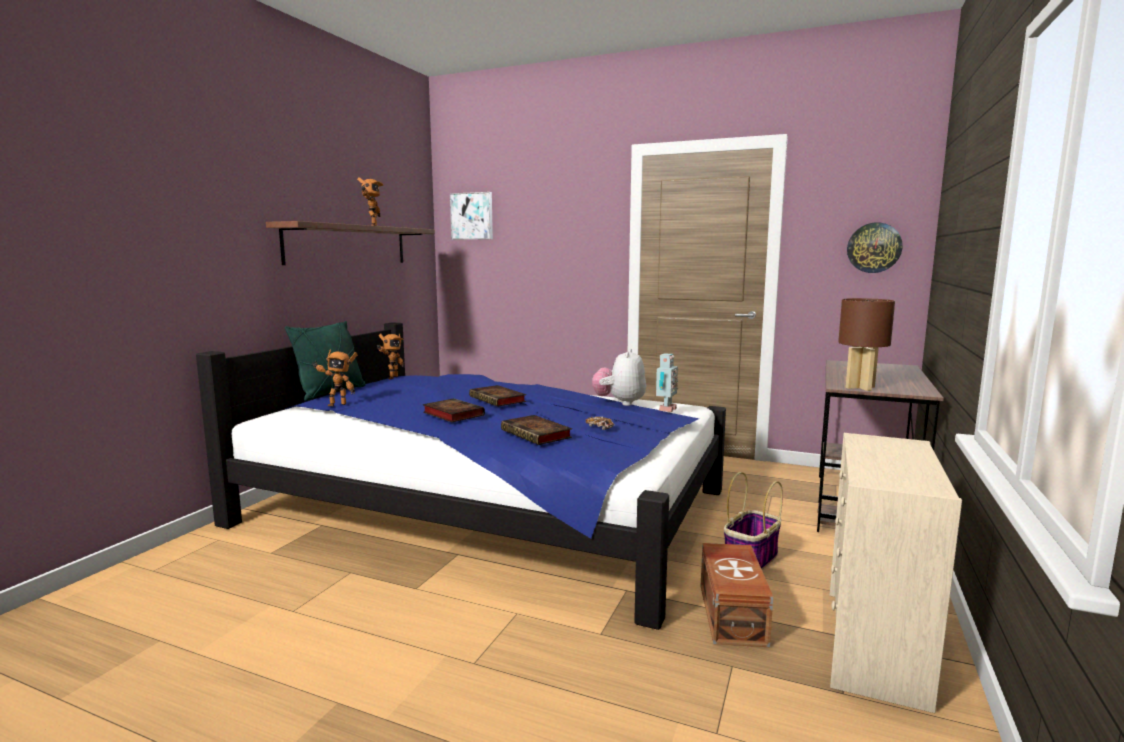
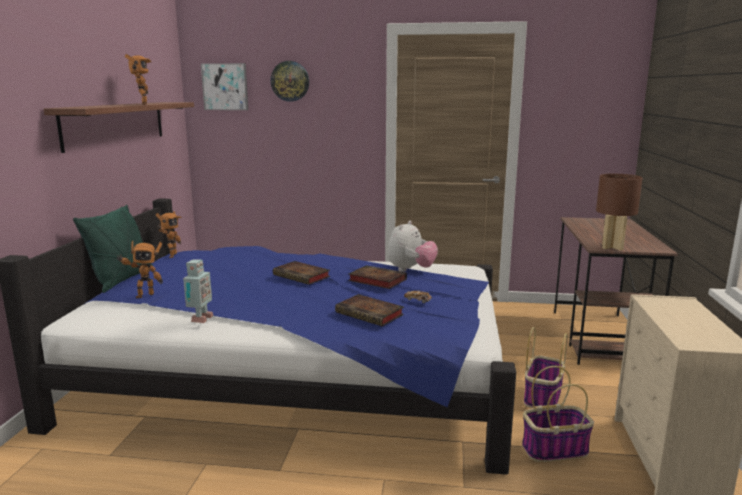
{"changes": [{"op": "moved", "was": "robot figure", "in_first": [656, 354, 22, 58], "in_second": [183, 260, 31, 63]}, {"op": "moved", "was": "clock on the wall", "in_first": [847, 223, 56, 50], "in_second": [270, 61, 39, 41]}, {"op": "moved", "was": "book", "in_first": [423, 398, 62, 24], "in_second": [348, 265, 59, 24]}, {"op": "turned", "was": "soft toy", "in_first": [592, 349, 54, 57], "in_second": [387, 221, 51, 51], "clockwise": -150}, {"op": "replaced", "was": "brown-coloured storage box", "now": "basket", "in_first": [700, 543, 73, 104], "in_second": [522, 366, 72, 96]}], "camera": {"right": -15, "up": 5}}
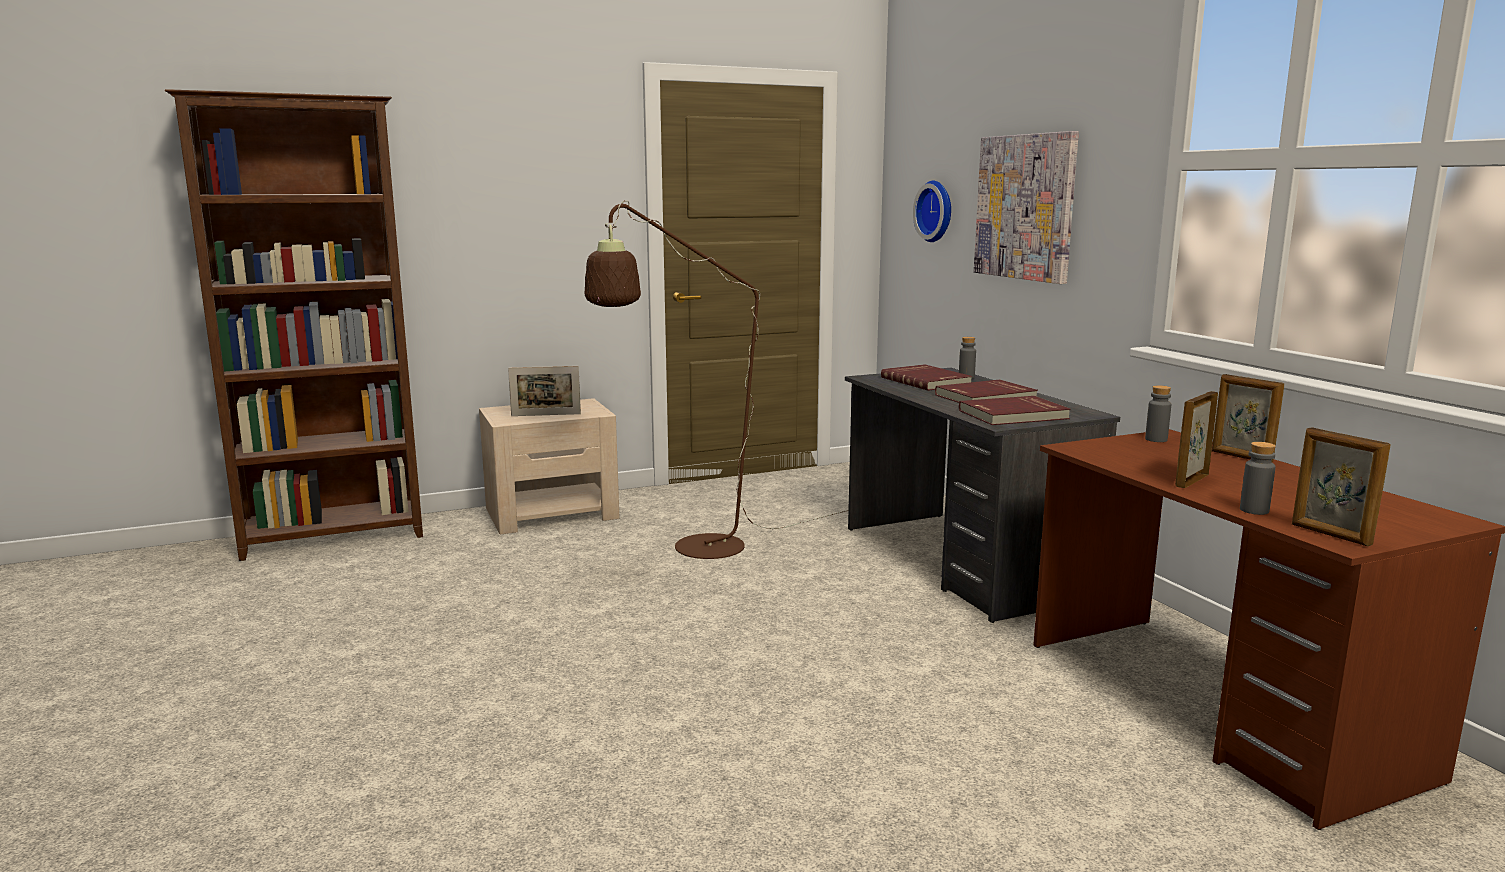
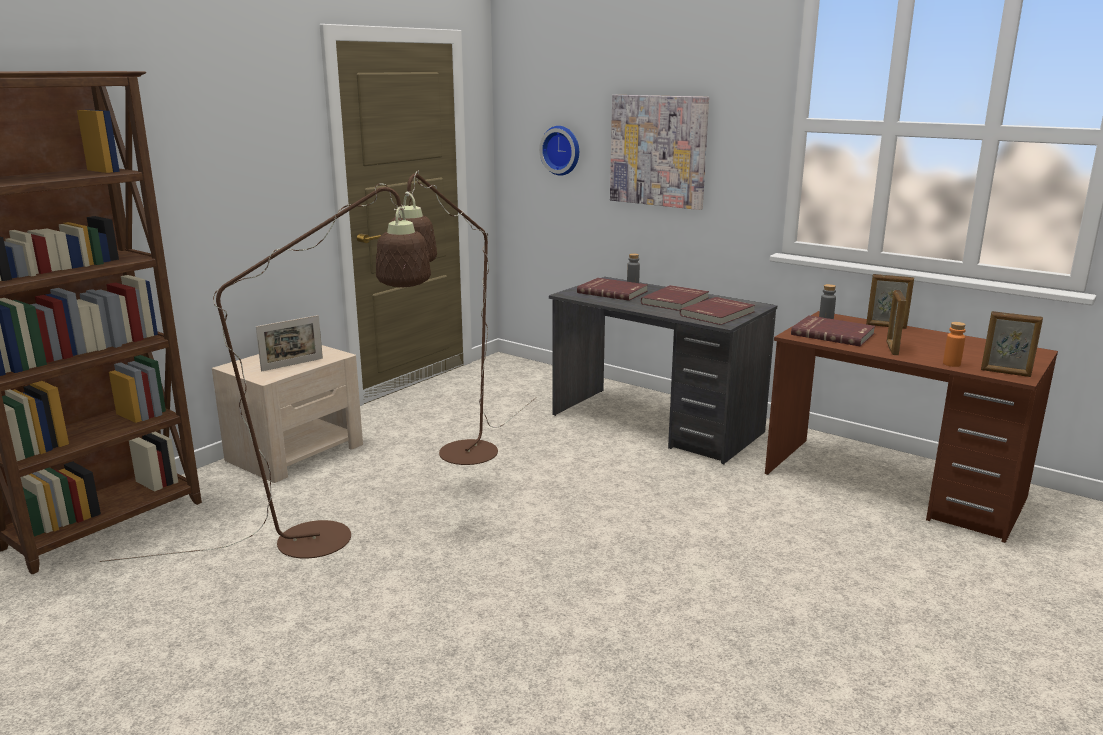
{"changes": [{"op": "added", "now": "brown-coloured standard lamp", "in_second": [100, 183, 331, 379]}, {"op": "added", "now": "red book", "in_second": [791, 315, 84, 31]}, {"op": "recoloured", "was": "grey beverage bottle", "now": "orange-coloured beverage bottle", "in_first": [1240, 442, 36, 73], "in_second": [943, 322, 23, 45]}], "camera": {"right": -30, "up": 5}}
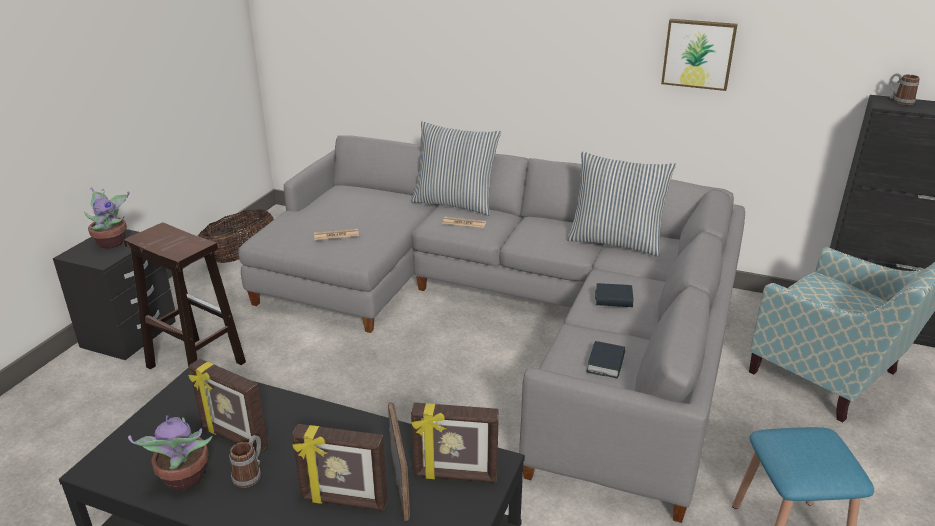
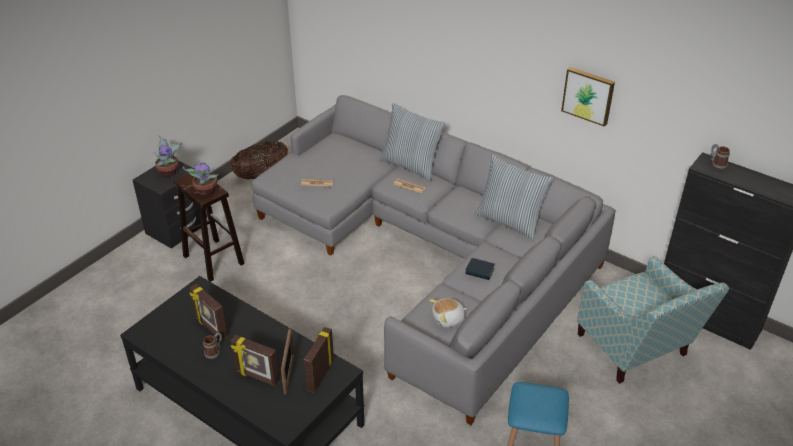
{"changes": [{"op": "moved", "was": "plant in a pot", "in_first": [128, 415, 84, 76], "in_second": [183, 160, 36, 36]}, {"op": "turned", "was": "photo frame", "in_first": [411, 402, 88, 81], "in_second": [304, 327, 30, 66], "clockwise": 90}, {"op": "replaced", "was": "book", "now": "soft toy", "in_first": [586, 341, 39, 37], "in_second": [429, 298, 38, 30]}], "camera": {"right": 15, "up": 10}}
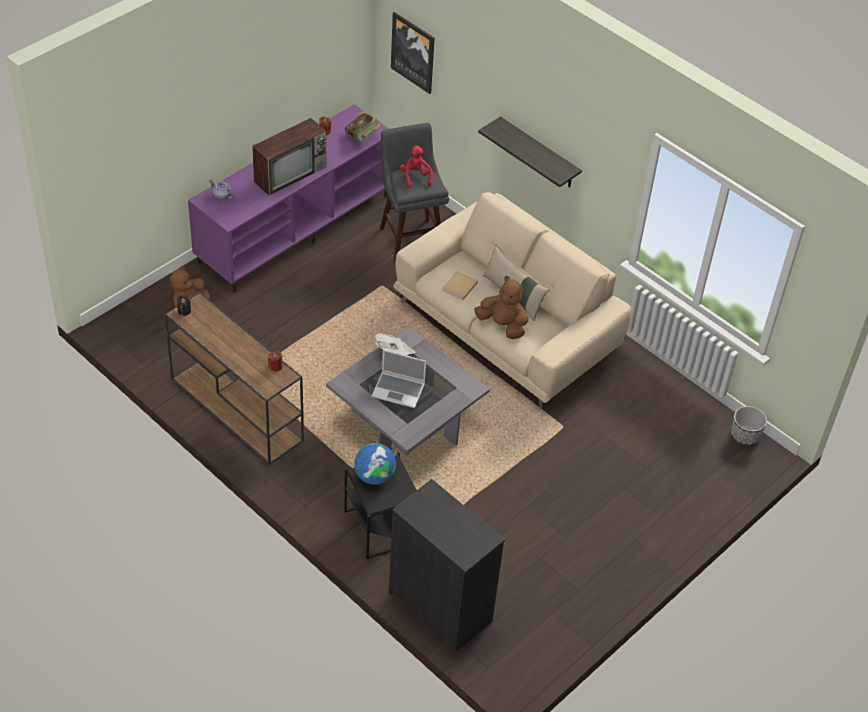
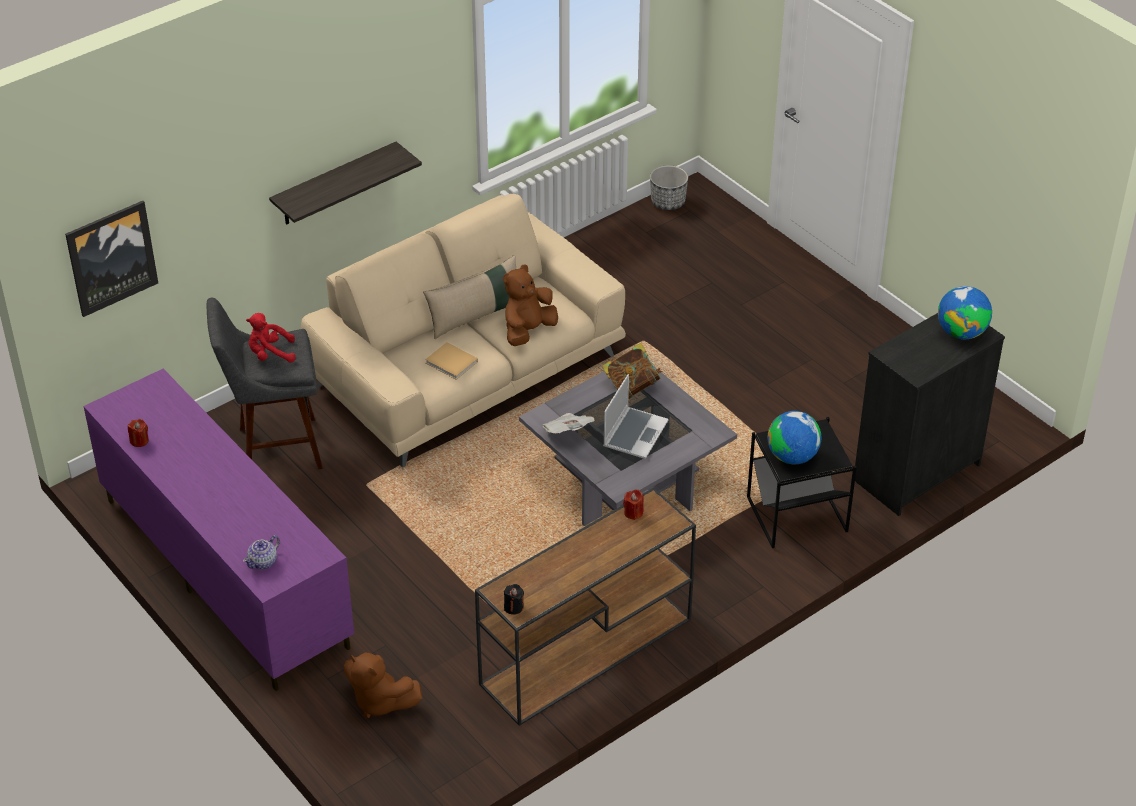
{"changes": [{"op": "moved", "was": "book", "in_first": [345, 111, 37, 30], "in_second": [602, 343, 60, 56]}, {"op": "added", "now": "globe", "in_second": [938, 286, 54, 53]}, {"op": "removed", "was": "TV", "in_first": [252, 118, 75, 78]}], "camera": {"right": -80, "up": -5}}
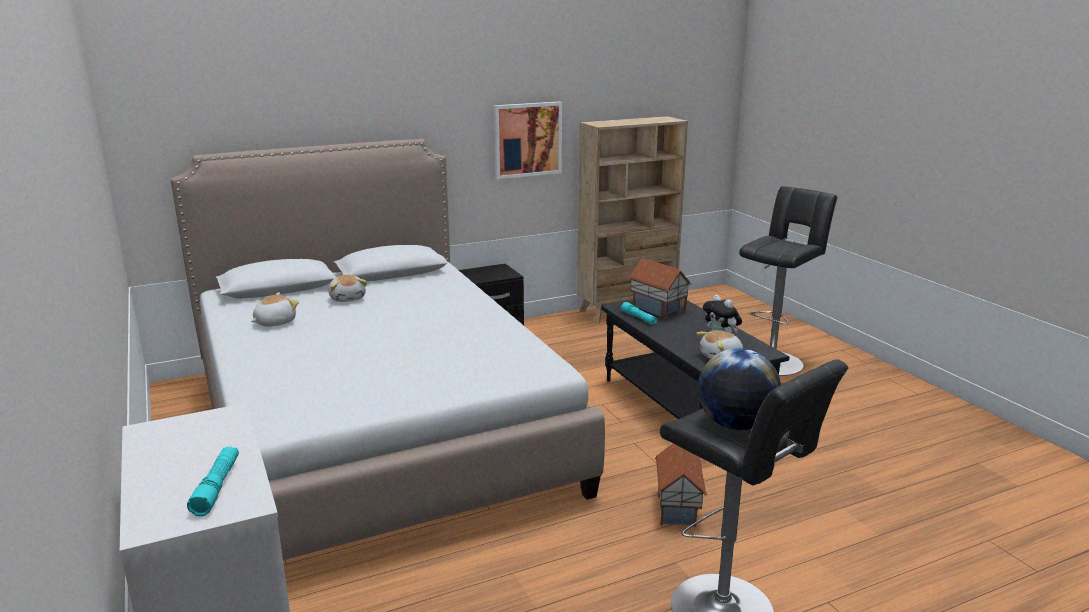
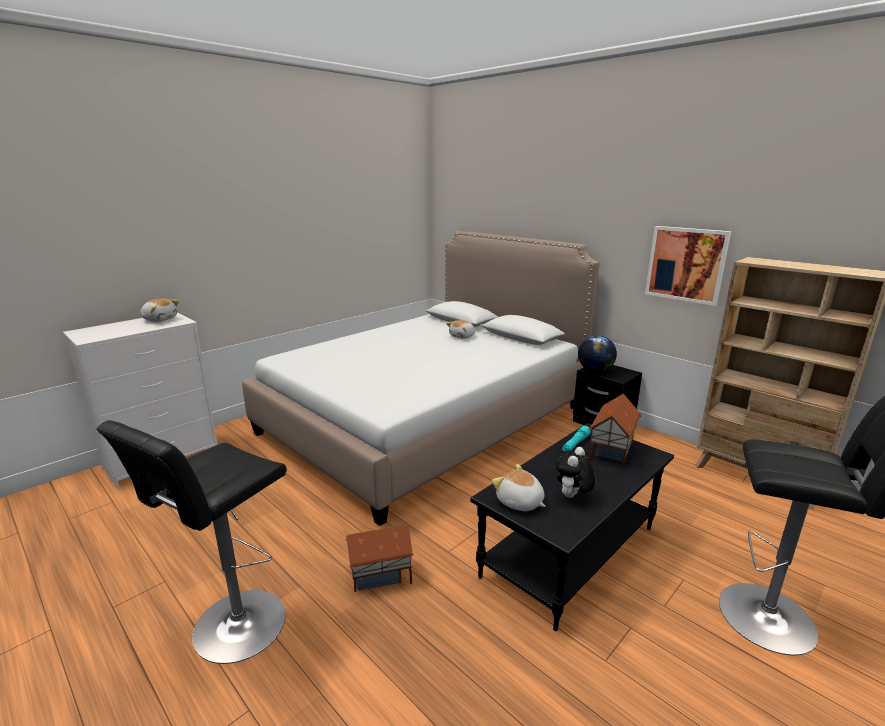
{"changes": [{"op": "moved", "was": "soft toy", "in_first": [251, 292, 48, 35], "in_second": [140, 299, 39, 23]}, {"op": "moved", "was": "globe", "in_first": [698, 348, 83, 82], "in_second": [578, 335, 39, 37]}, {"op": "removed", "was": "turquoise hand torch", "in_first": [187, 446, 52, 70]}], "camera": {"right": 70, "up": 0}}
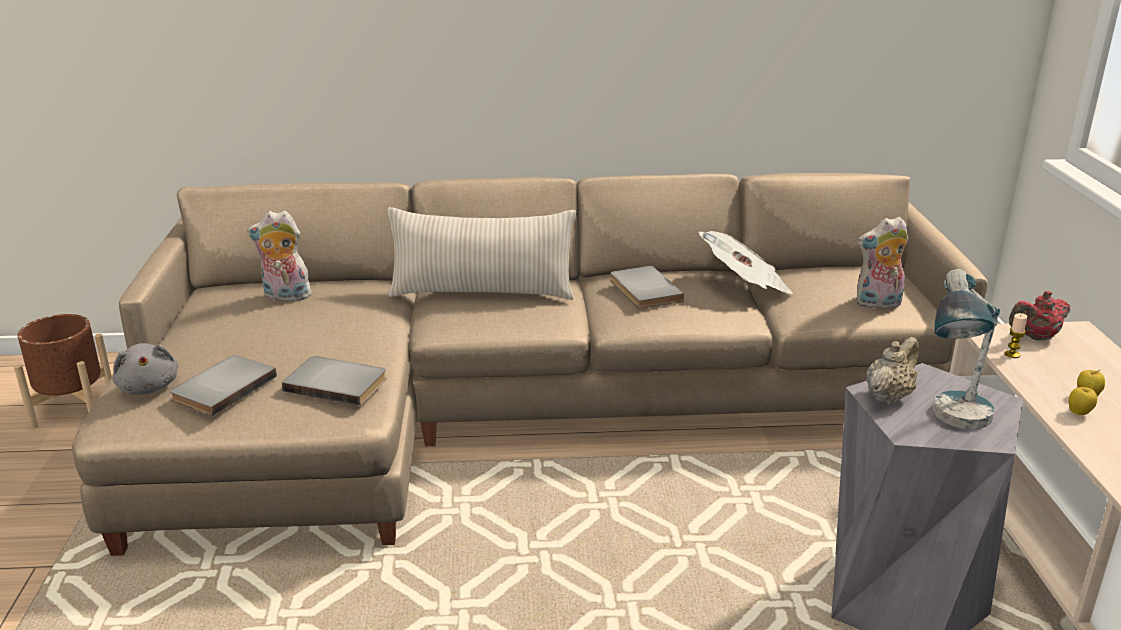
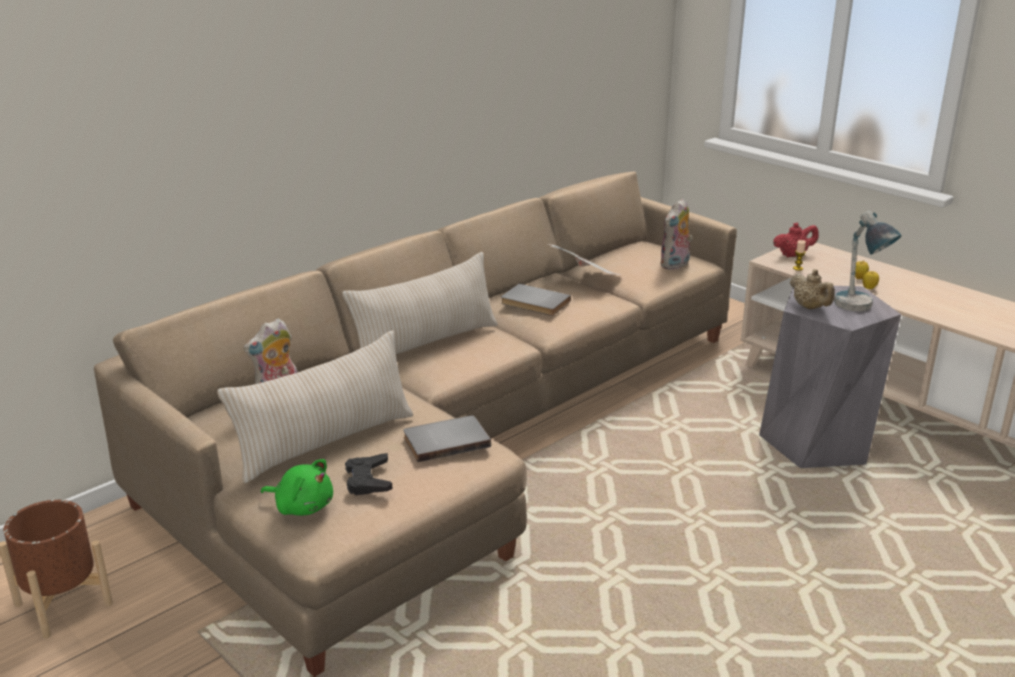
{"changes": [{"op": "added", "now": "beige throw pillow", "in_second": [217, 331, 196, 152]}, {"op": "recoloured", "was": "grey soft toy", "now": "greenish soft toy", "in_first": [112, 343, 66, 51], "in_second": [261, 459, 72, 57]}, {"op": "replaced", "was": "grey book", "now": "blackish game controller", "in_first": [170, 355, 107, 61], "in_second": [345, 453, 47, 42]}, {"op": "turned", "was": "red teapot", "in_first": [1009, 291, 62, 50], "in_second": [773, 223, 46, 34], "clockwise": -135}, {"op": "turned", "was": "beige teapot", "in_first": [866, 337, 53, 67], "in_second": [790, 269, 45, 40], "clockwise": 150}], "camera": {"right": -40, "up": 0}}
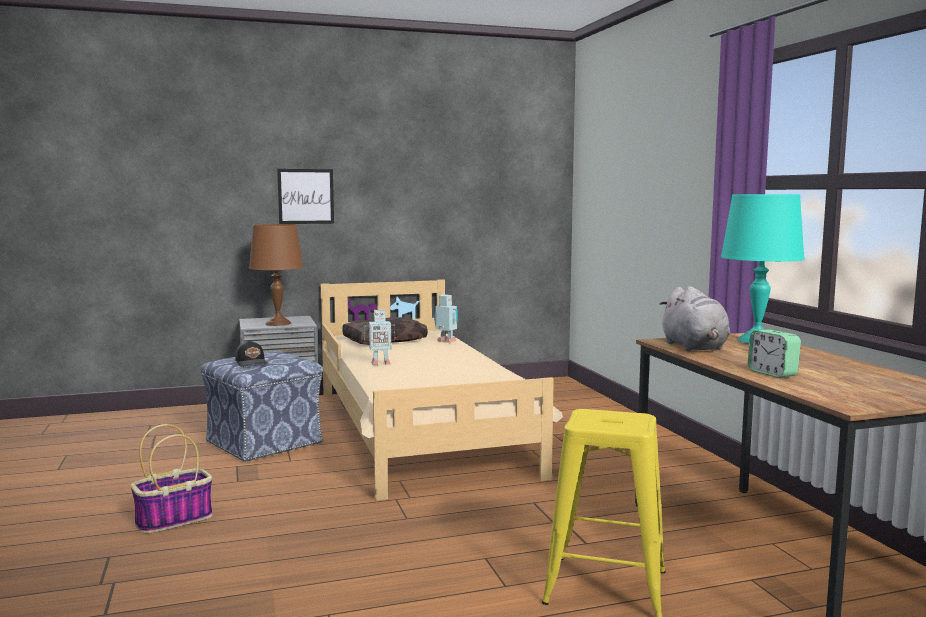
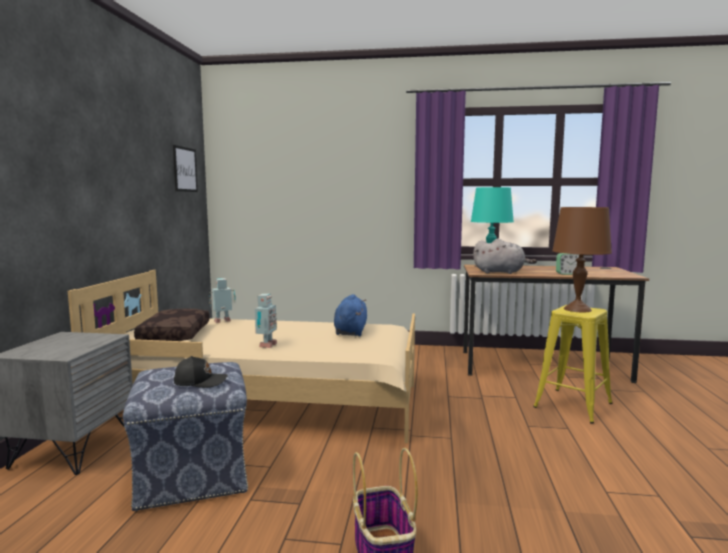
{"changes": [{"op": "moved", "was": "wall picture", "in_first": [277, 169, 57, 55], "in_second": [173, 145, 25, 47]}, {"op": "added", "now": "blue soft toy", "in_second": [334, 294, 33, 42]}, {"op": "moved", "was": "brown-coloured table lamp", "in_first": [249, 224, 54, 102], "in_second": [552, 207, 60, 105]}], "camera": {"right": -65, "up": 0}}
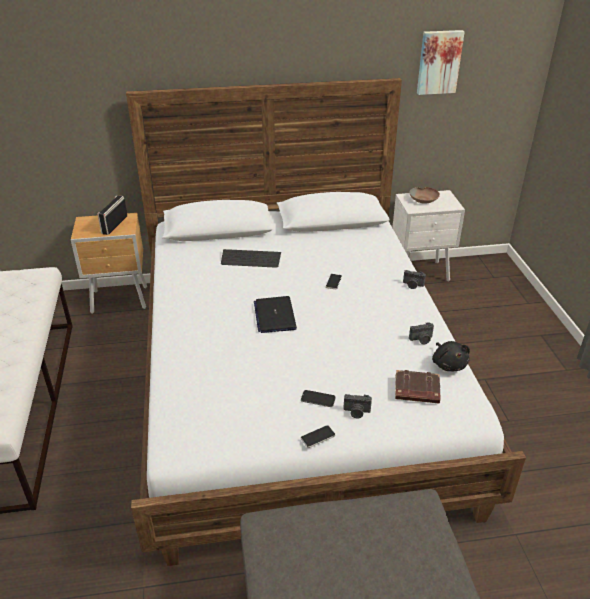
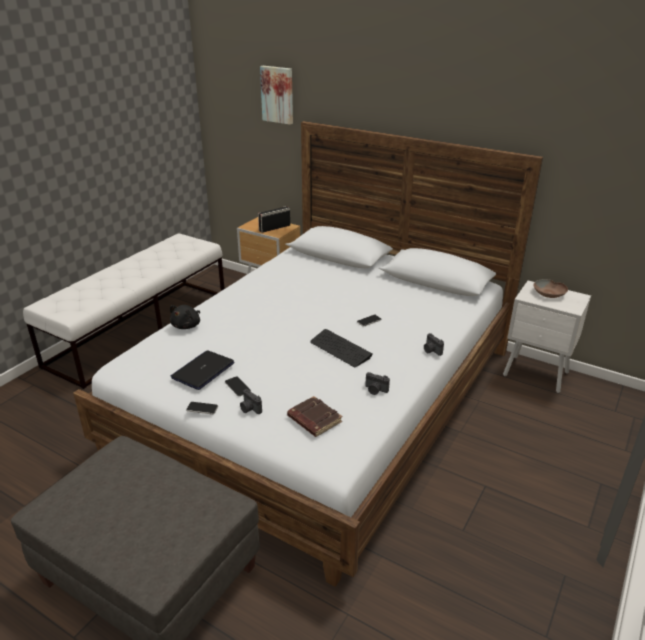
{"changes": [{"op": "moved", "was": "blackish soft toy", "in_first": [432, 341, 38, 30], "in_second": [170, 305, 30, 24]}, {"op": "moved", "was": "notebook computer", "in_first": [254, 296, 43, 37], "in_second": [171, 350, 64, 40]}, {"op": "moved", "was": "wall picture", "in_first": [417, 30, 48, 65], "in_second": [260, 66, 33, 59]}, {"op": "moved", "was": "computer keyboard", "in_first": [221, 249, 60, 19], "in_second": [310, 329, 63, 38]}], "camera": {"right": 40, "up": -5}}
